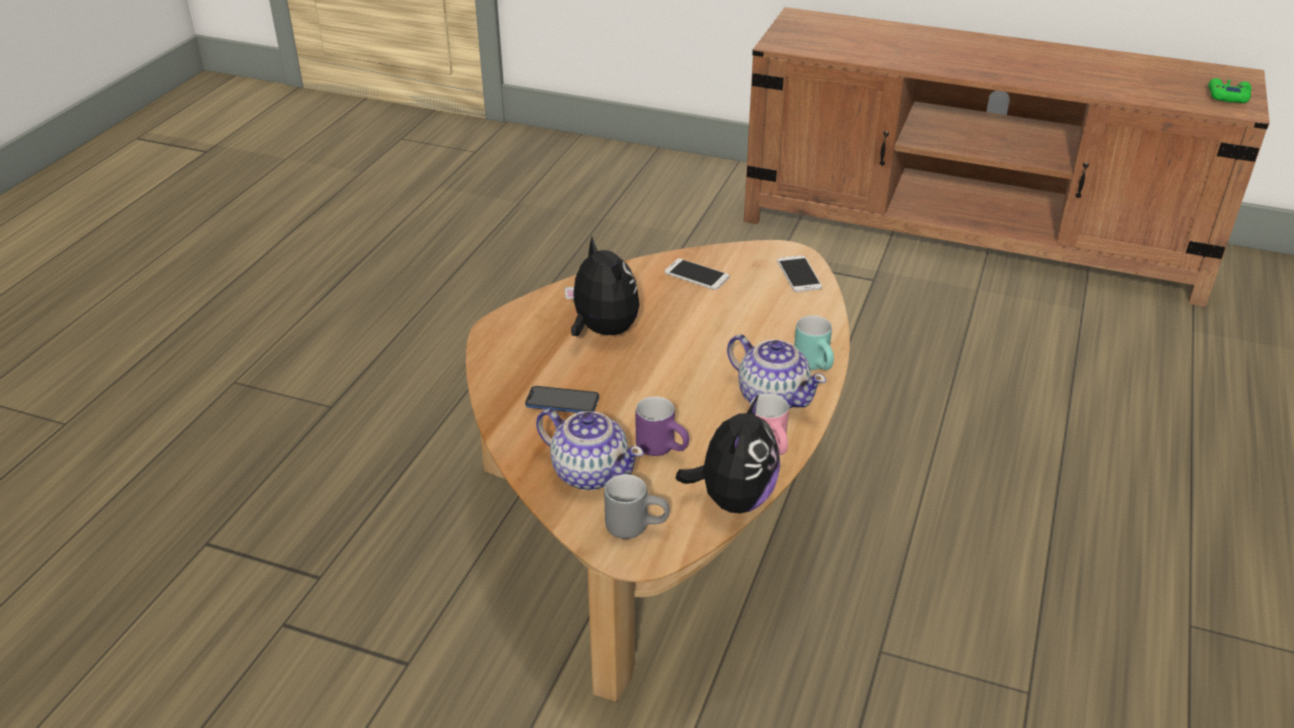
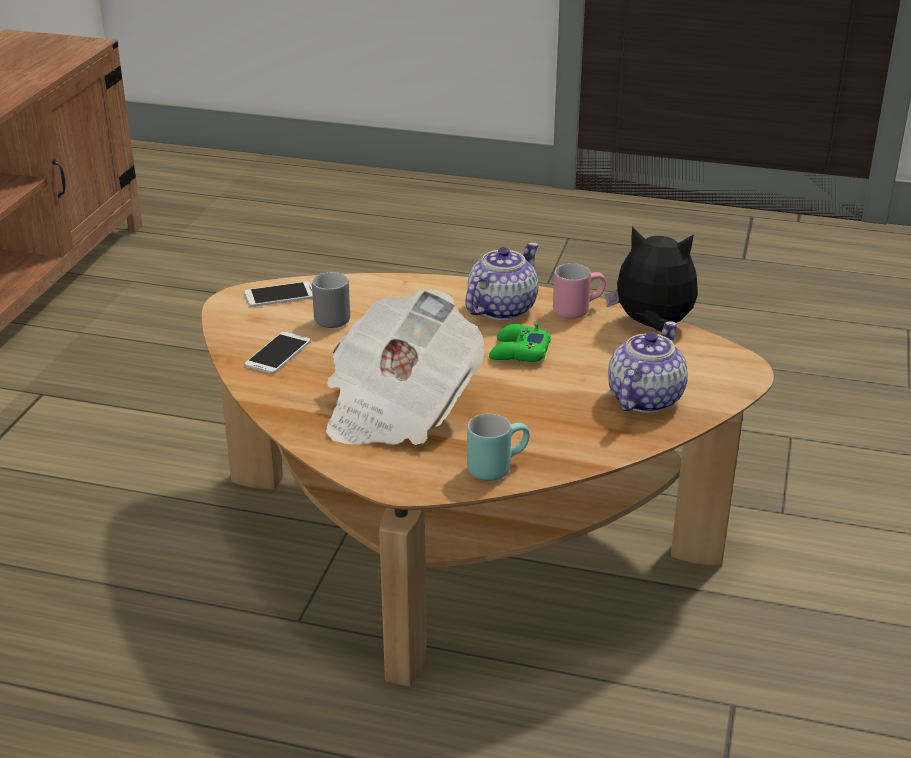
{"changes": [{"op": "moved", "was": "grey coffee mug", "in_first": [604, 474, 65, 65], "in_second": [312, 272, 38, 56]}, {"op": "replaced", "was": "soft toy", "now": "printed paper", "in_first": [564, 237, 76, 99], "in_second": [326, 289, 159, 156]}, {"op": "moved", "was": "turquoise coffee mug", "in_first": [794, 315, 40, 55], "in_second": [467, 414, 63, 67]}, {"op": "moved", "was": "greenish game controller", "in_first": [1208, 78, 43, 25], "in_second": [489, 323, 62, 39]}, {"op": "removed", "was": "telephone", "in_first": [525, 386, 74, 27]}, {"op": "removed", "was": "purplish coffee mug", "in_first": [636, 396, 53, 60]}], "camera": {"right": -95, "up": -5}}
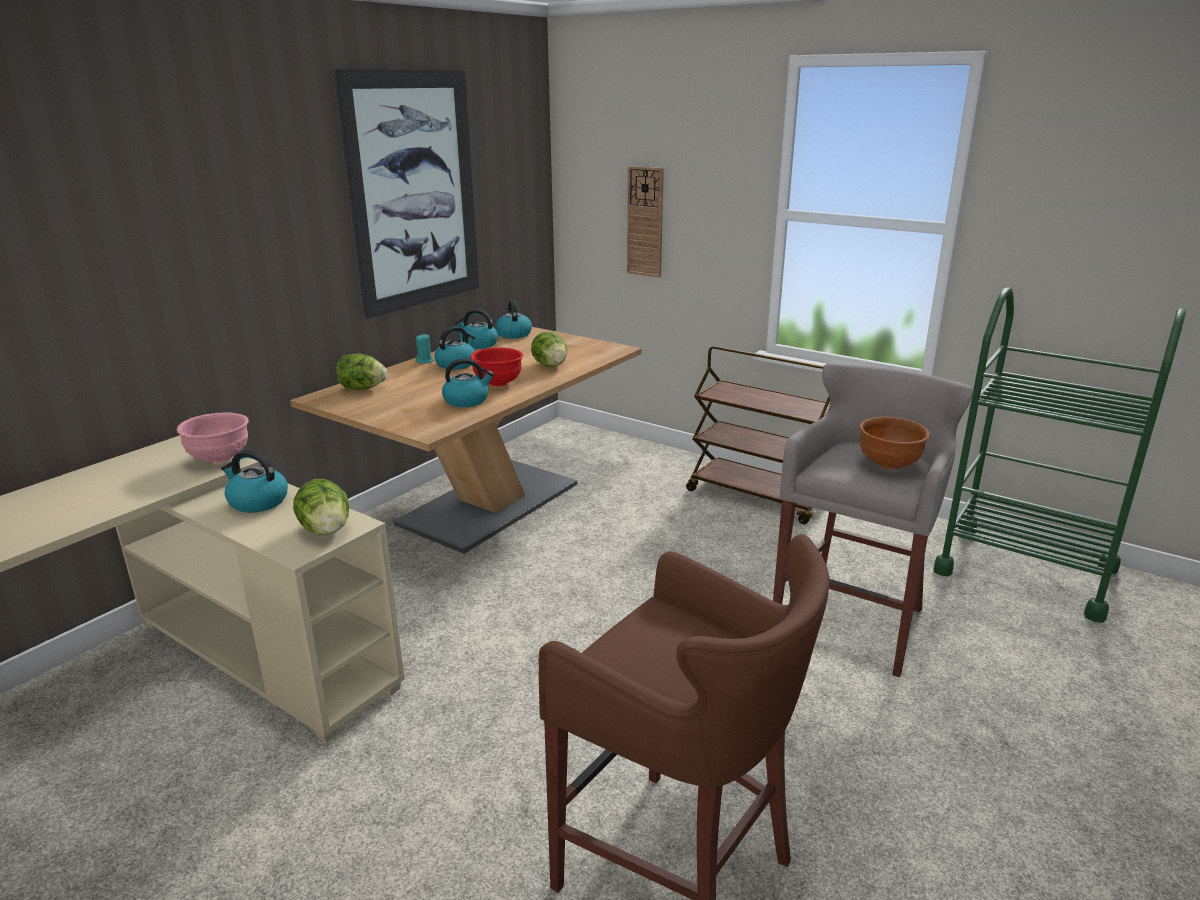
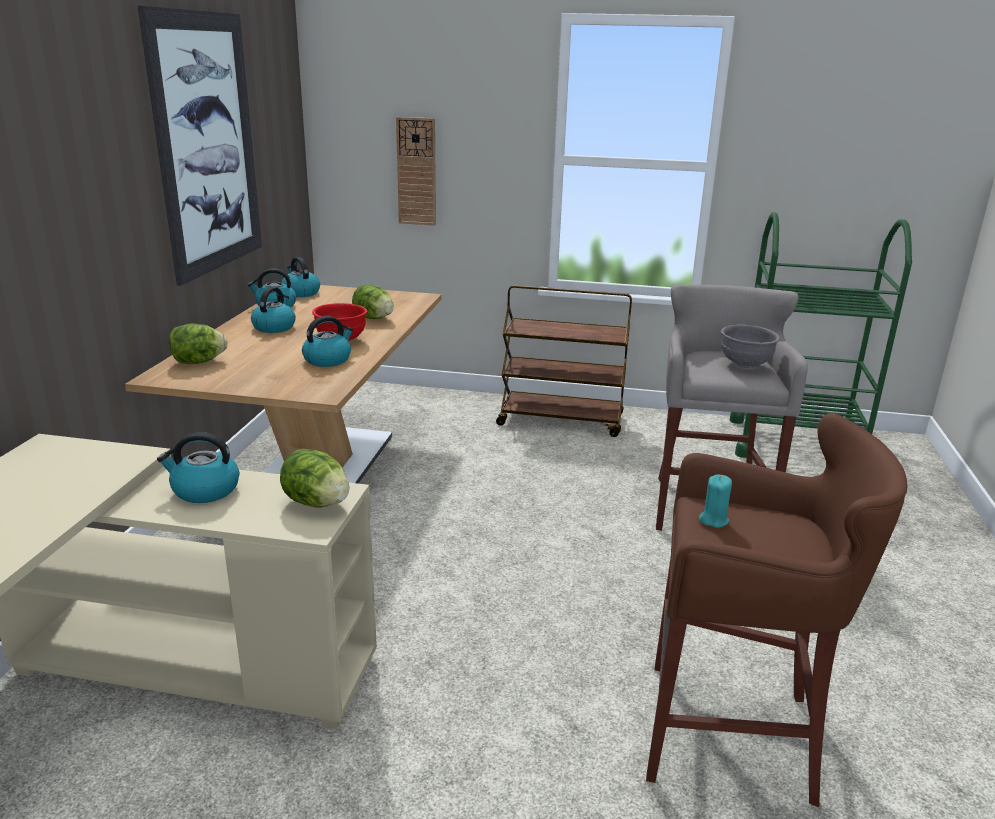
{"changes": [{"op": "moved", "was": "turquoise wax light", "in_first": [416, 334, 18, 30], "in_second": [699, 474, 33, 54]}, {"op": "recoloured", "was": "brown-coloured bowl", "now": "grey bowl", "in_first": [859, 417, 71, 53], "in_second": [721, 324, 59, 44]}, {"op": "removed", "was": "pink bowl", "in_first": [177, 412, 72, 51]}], "camera": {"right": -25, "up": 0}}
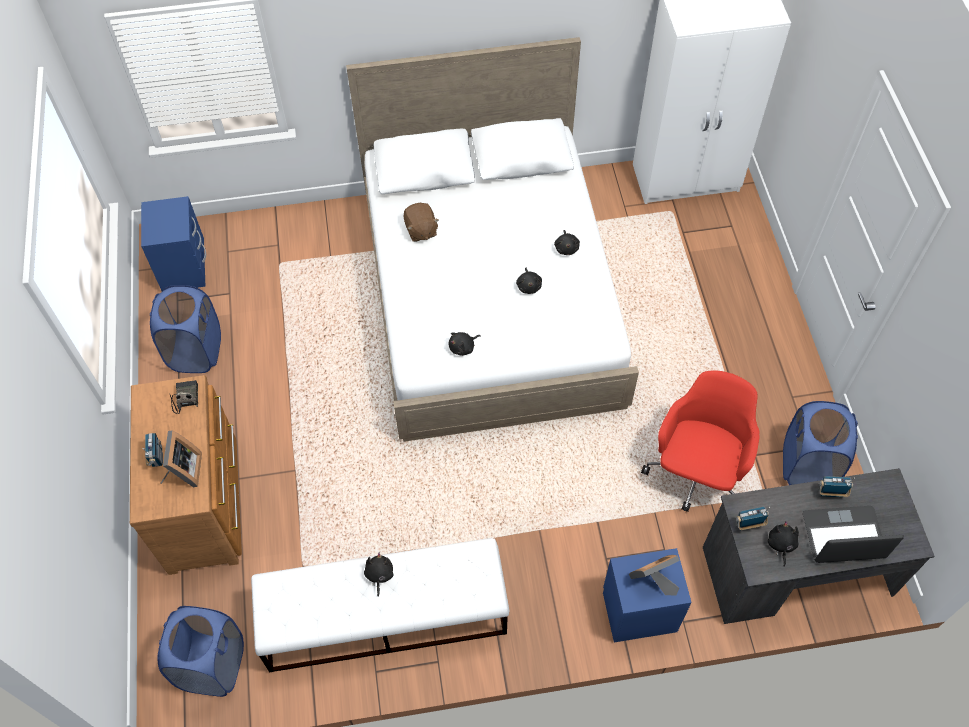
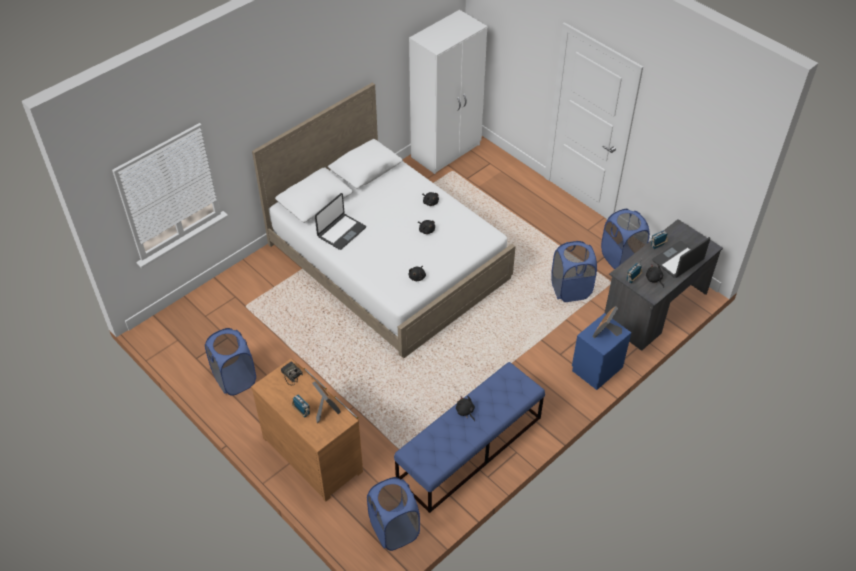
{"changes": [{"op": "replaced", "was": "brown-coloured soft toy", "now": "notebook computer", "in_first": [404, 203, 35, 39], "in_second": [315, 193, 51, 57]}, {"op": "recoloured", "was": "whitish bench", "now": "blue bench", "in_first": [251, 538, 259, 134], "in_second": [394, 362, 151, 151]}, {"op": "replaced", "was": "red computer chair", "now": "blue laundry basket", "in_first": [641, 370, 119, 142], "in_second": [551, 241, 46, 61]}, {"op": "removed", "was": "blue night table", "in_first": [141, 196, 65, 96]}], "camera": {"right": -35, "up": -10}}
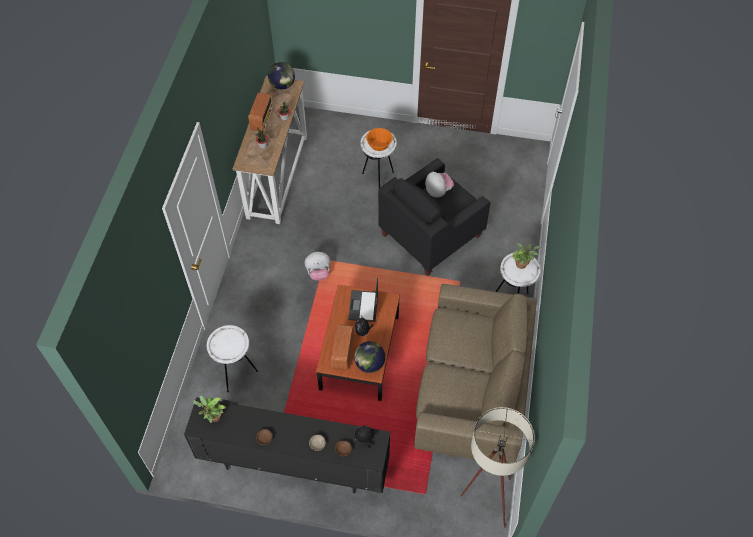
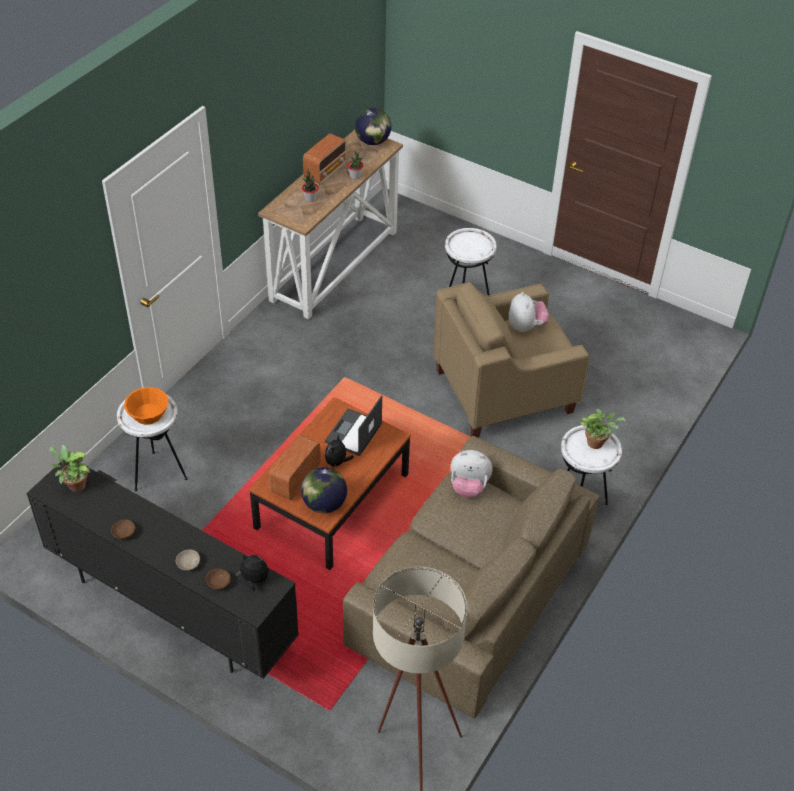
{"changes": [{"op": "moved", "was": "orange-coloured bowl", "in_first": [366, 128, 27, 23], "in_second": [124, 387, 45, 38]}, {"op": "recoloured", "was": "blackish lounge chair", "now": "beige lounge chair", "in_first": [378, 158, 113, 118], "in_second": [433, 282, 157, 155]}, {"op": "moved", "was": "soft toy", "in_first": [305, 252, 25, 29], "in_second": [451, 450, 41, 48]}], "camera": {"right": 20, "up": -10}}
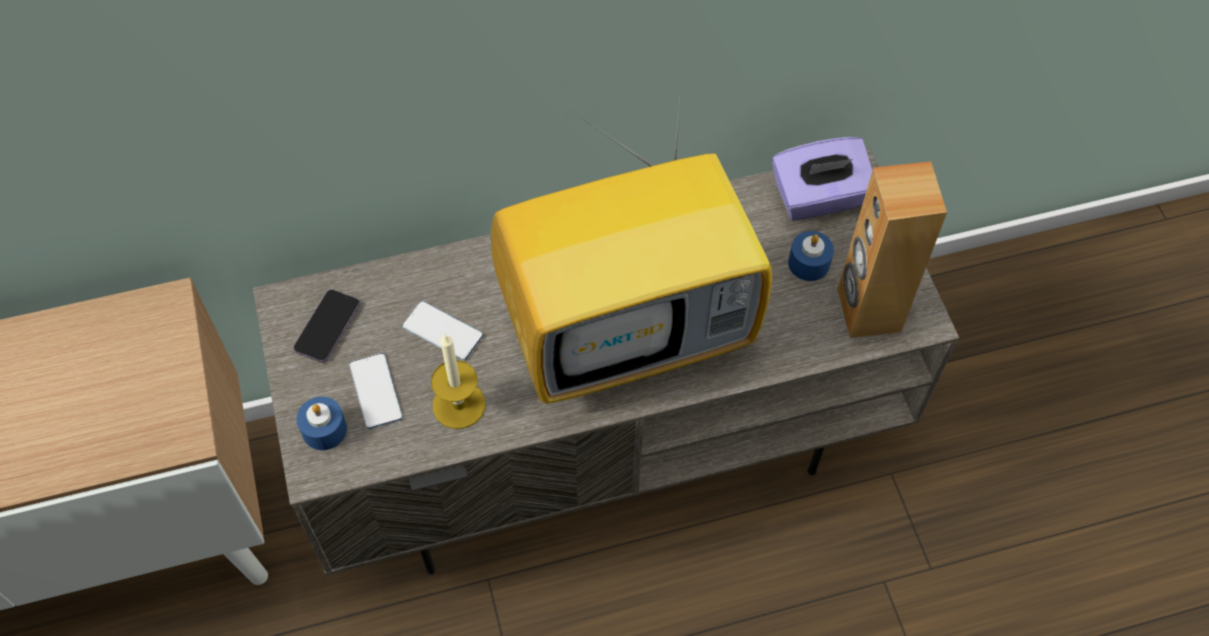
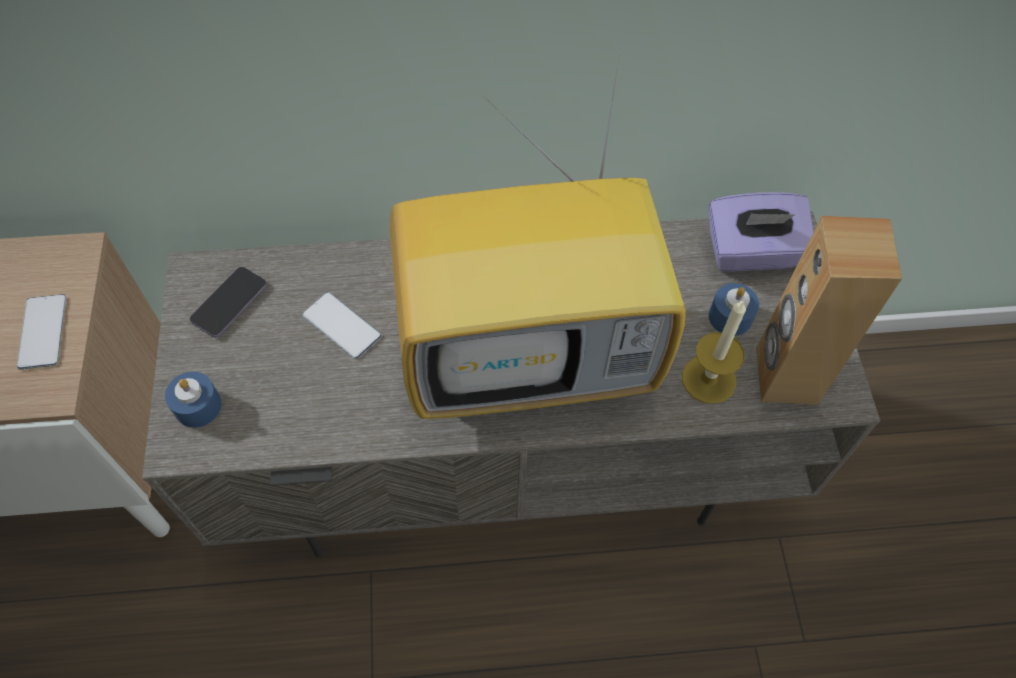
{"changes": [{"op": "moved", "was": "telephone", "in_first": [349, 353, 54, 77], "in_second": [17, 294, 49, 76]}, {"op": "moved", "was": "wax light", "in_first": [431, 333, 54, 96], "in_second": [682, 299, 64, 105]}], "camera": {"right": 10, "up": 0}}
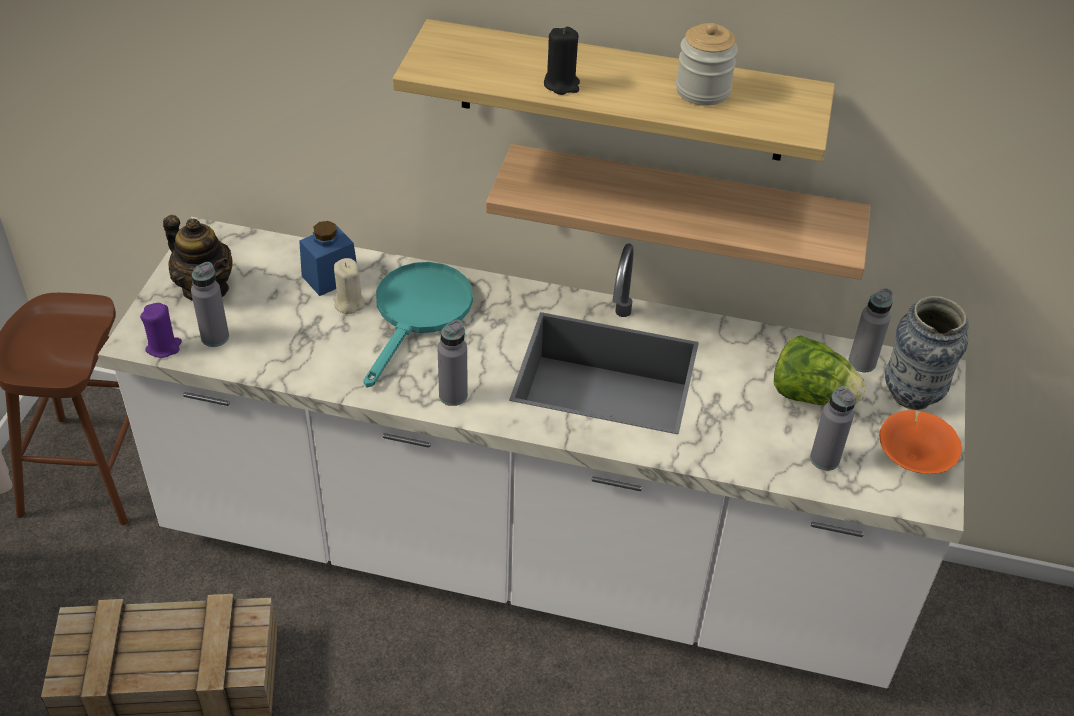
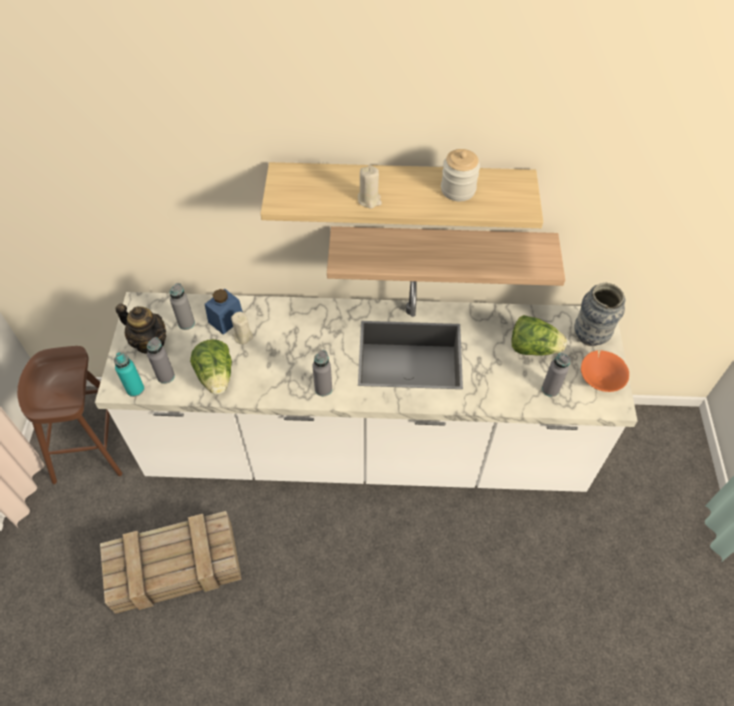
{"changes": [{"op": "replaced", "was": "purplish wax light", "now": "turquoise beverage bottle", "in_first": [140, 303, 42, 55], "in_second": [114, 352, 30, 45]}, {"op": "moved", "was": "grey beverage bottle", "in_first": [848, 288, 45, 84], "in_second": [170, 283, 25, 47]}, {"op": "added", "now": "head of lettuce", "in_second": [190, 339, 42, 56]}, {"op": "recoloured", "was": "blackish wax light", "now": "beige wax light", "in_first": [544, 27, 36, 68], "in_second": [358, 165, 24, 44]}, {"op": "removed", "was": "turquoise pan", "in_first": [363, 262, 110, 126]}], "camera": {"right": -10, "up": 10}}
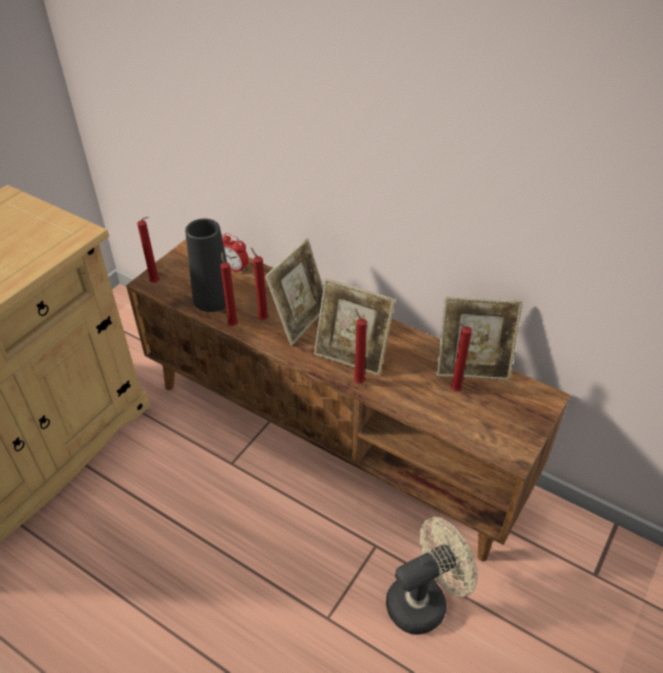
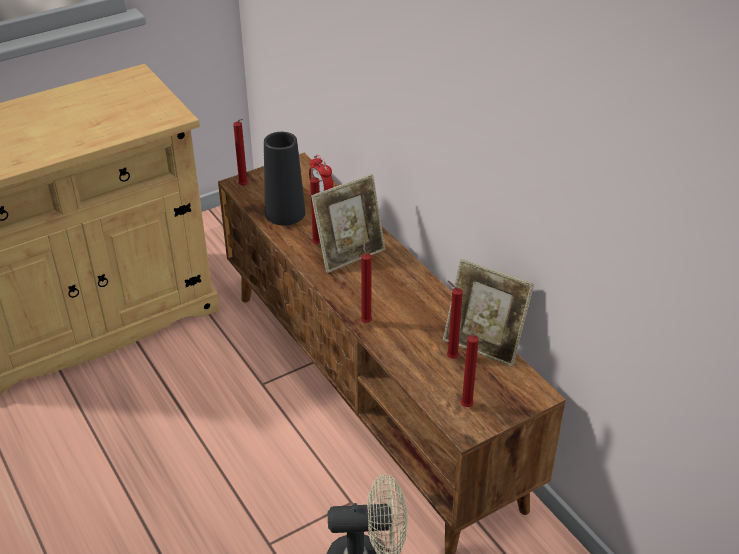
{"changes": [{"op": "moved", "was": "red wax light", "in_first": [220, 252, 18, 74], "in_second": [461, 323, 18, 84]}, {"op": "removed", "was": "photo frame", "in_first": [314, 278, 81, 98]}], "camera": {"right": 25, "up": -5}}
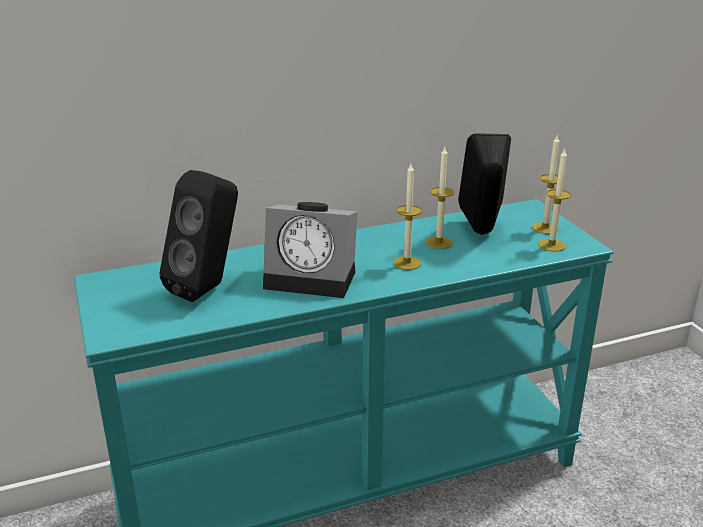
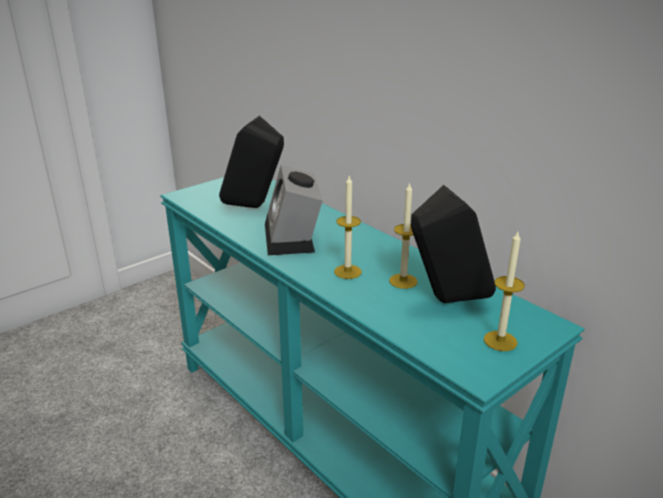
{"changes": [{"op": "removed", "was": "wax light", "in_first": [538, 149, 33, 103]}], "camera": {"right": 70, "up": 0}}
